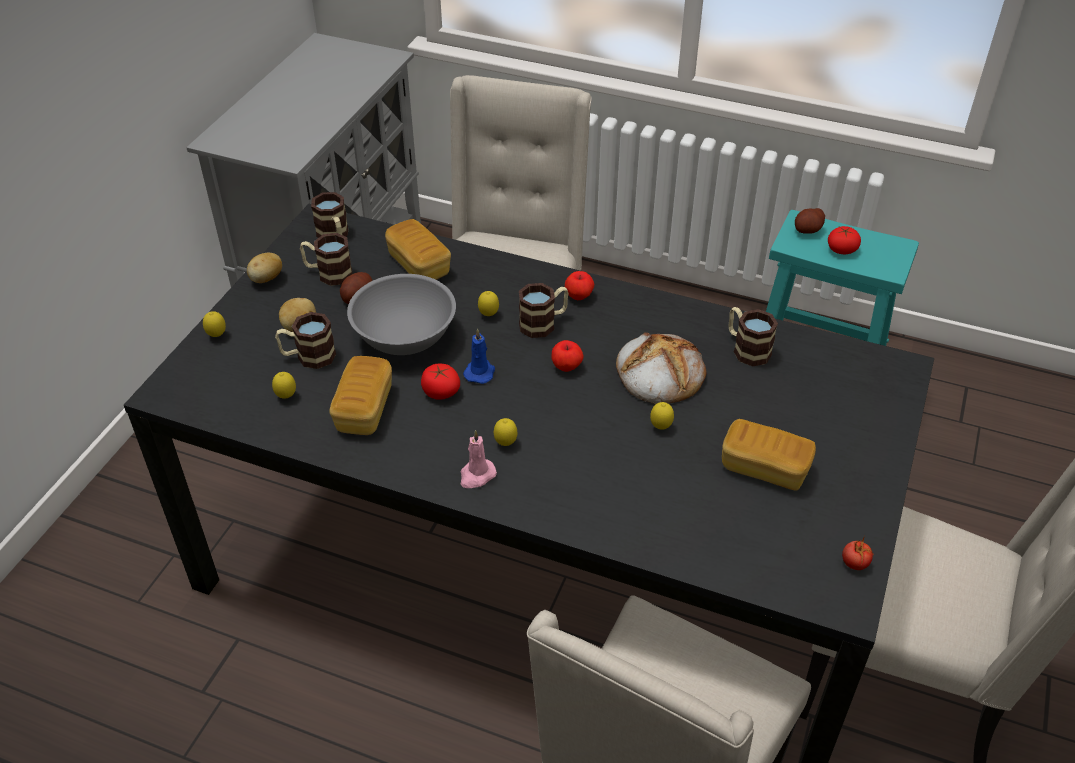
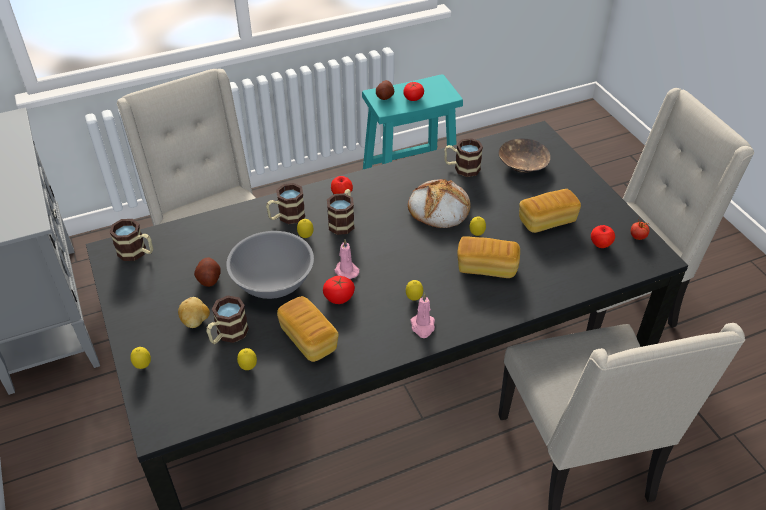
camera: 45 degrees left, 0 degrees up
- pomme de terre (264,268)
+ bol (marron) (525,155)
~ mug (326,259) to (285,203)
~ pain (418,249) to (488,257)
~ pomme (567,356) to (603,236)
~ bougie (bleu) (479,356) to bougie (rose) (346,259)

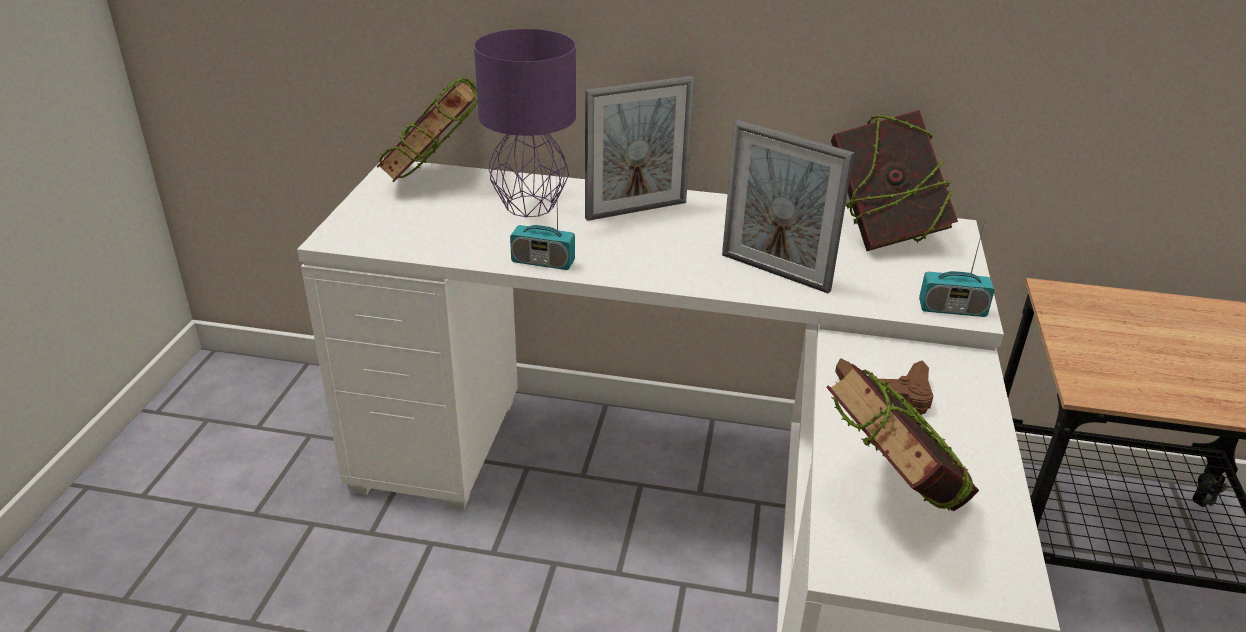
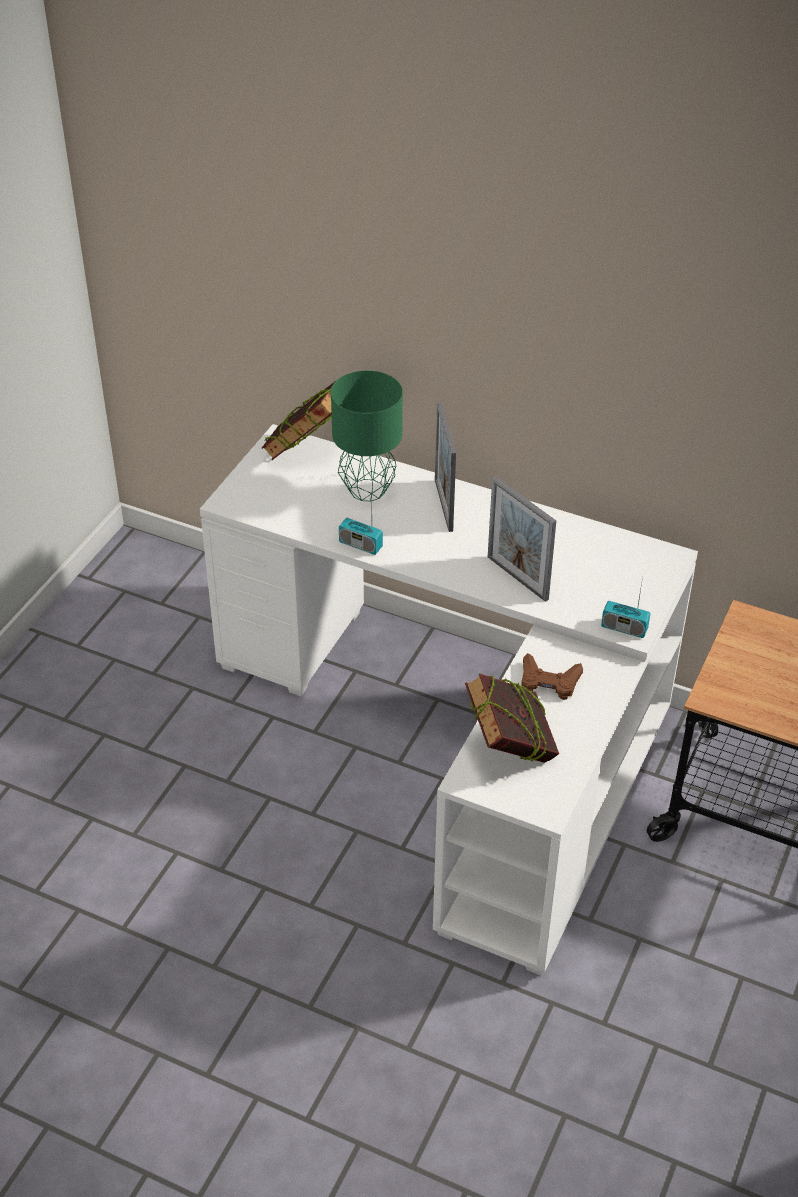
camera: 15 degrees right, 10 degrees up
- livre (894,180)
~ lampe de table (violet) (525,123) to lampe de table (vert) (367,435)
~ cadre photo (639,148) = (445,467) 90 degrees clockwise

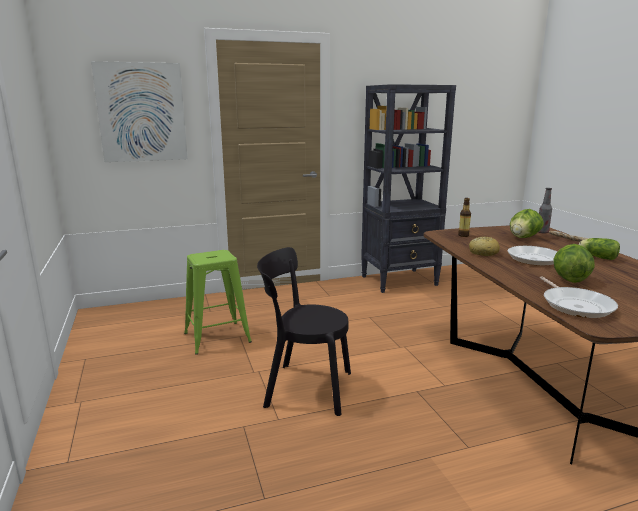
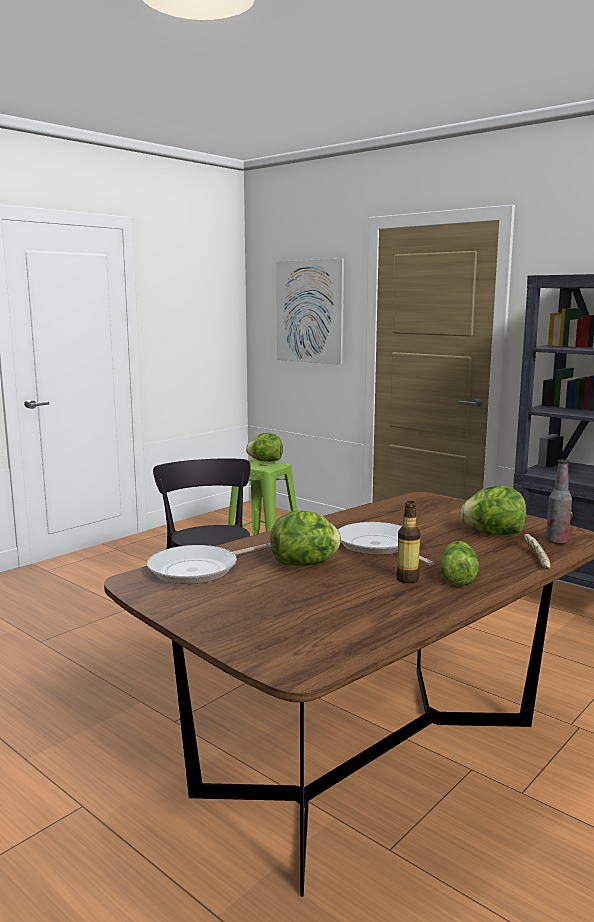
camera: 60 degrees right, 5 degrees down
- pain (484,246)
+ laitue (264,447)
~ bouteille (464,217) to (408,542)

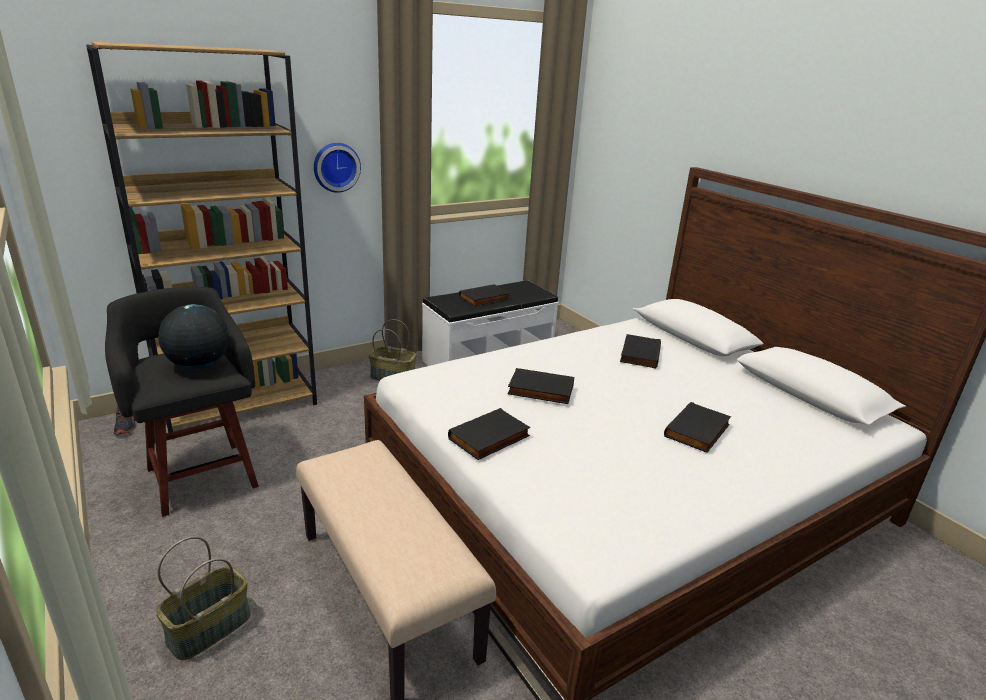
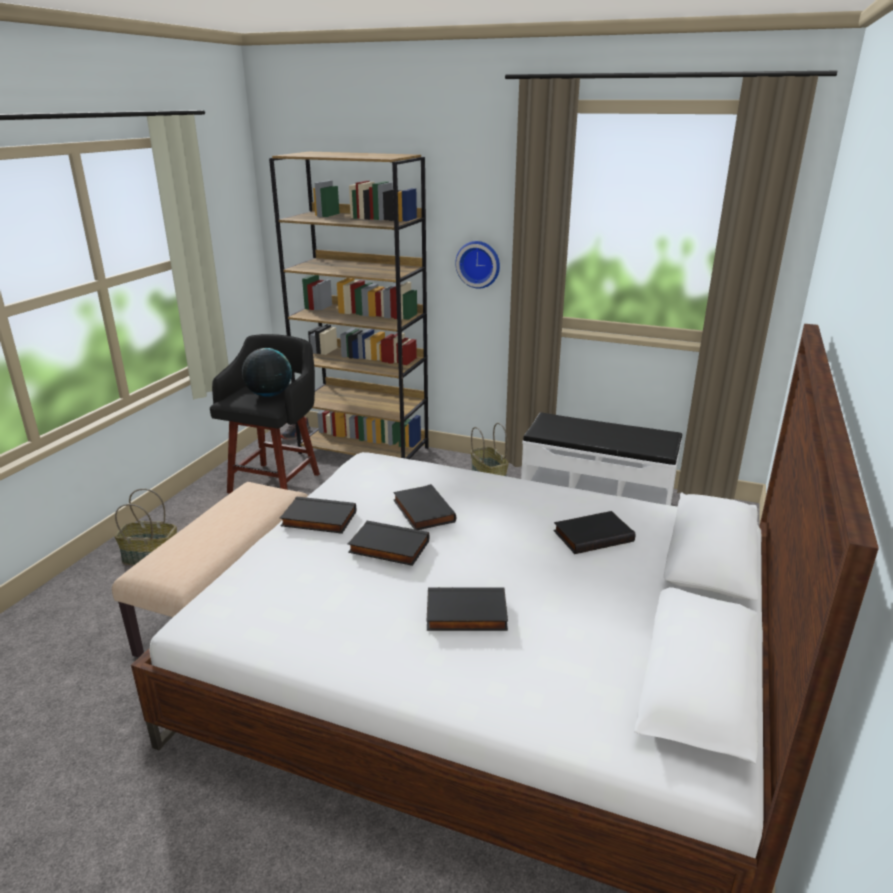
camera: 55 degrees right, 0 degrees up
~ livre (noir) (484,295) to (388,543)

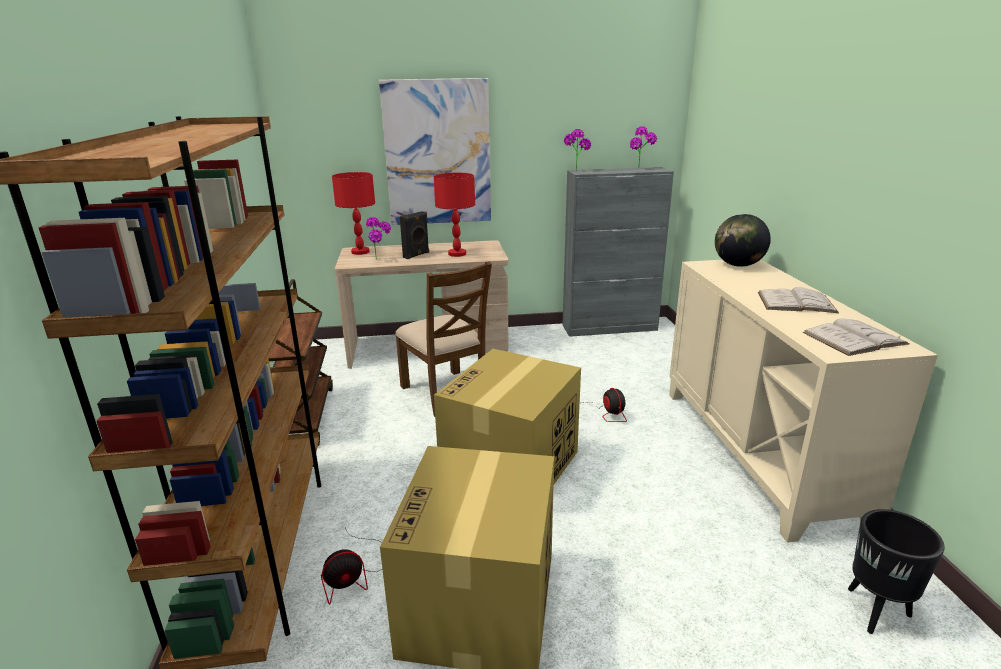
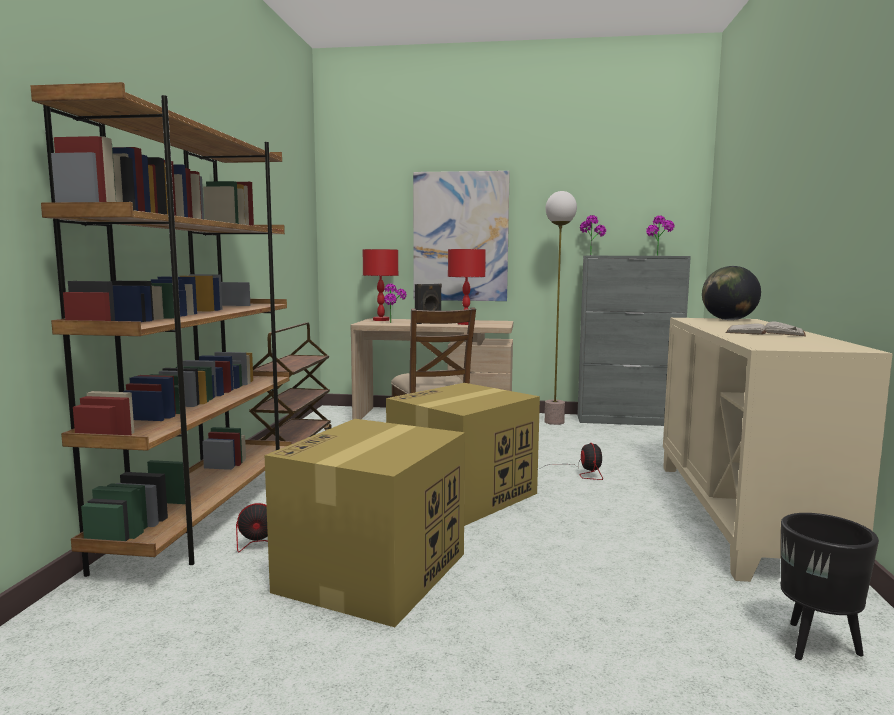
camera: 15 degrees right, 15 degrees down
- livre (blanc) (856,337)
+ lampadaire (561,308)

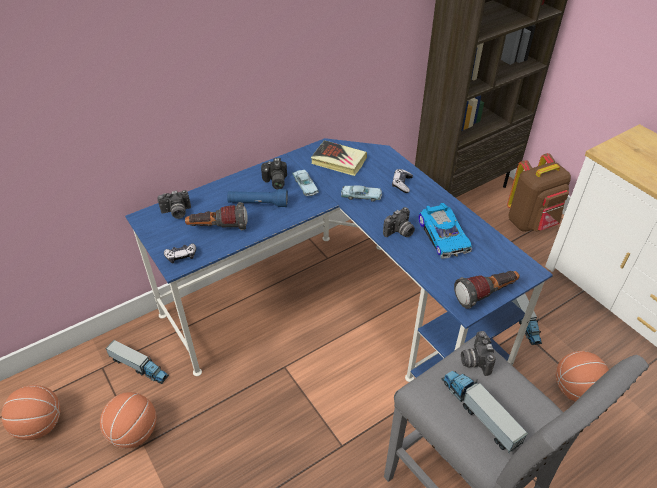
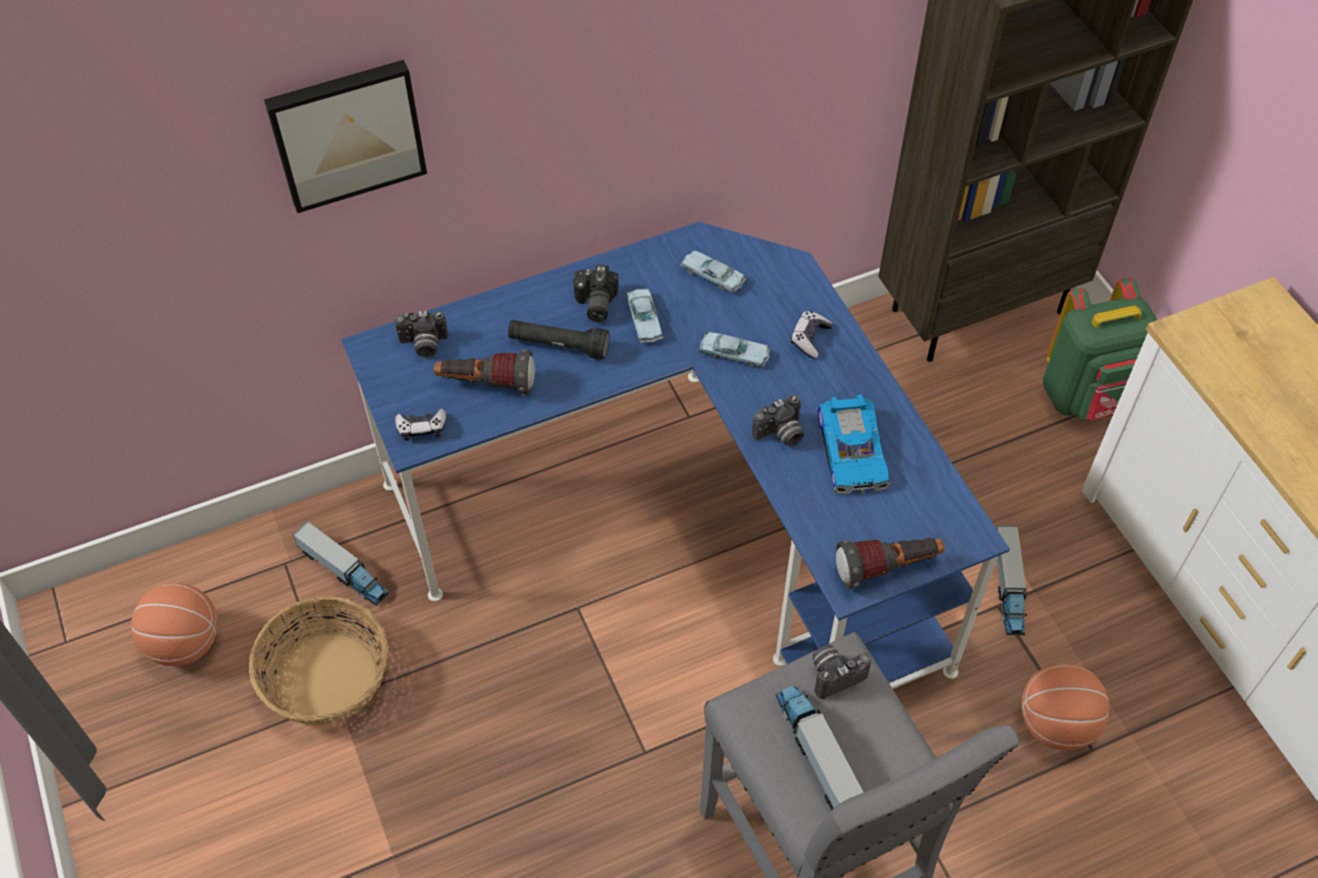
camera: 10 degrees right, 10 degrees up
+ tableau (345,136)
~ ballon de basket (128,420) to panier (318,661)
~ livre (339,158) to petite voiture (bleu) (713,271)
~ lampe de poche (bleu) (257,198) to lampe de poche (noir) (559,340)
~ sac à dos (marron) (539,192) to sac à dos (vert) (1100,349)
~ appareil photo (478,353) = (842,672) 60 degrees clockwise

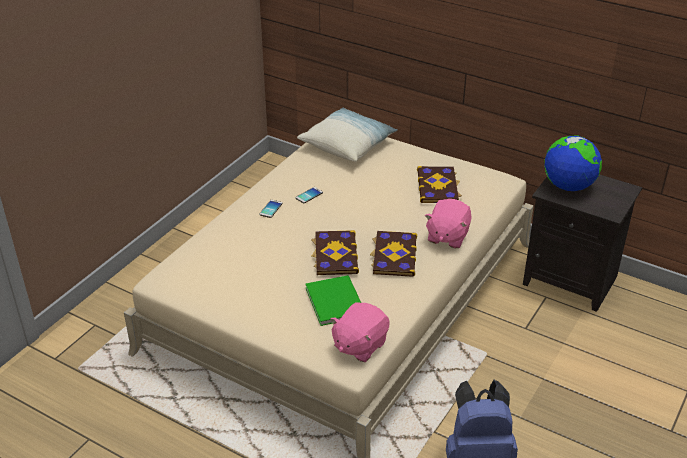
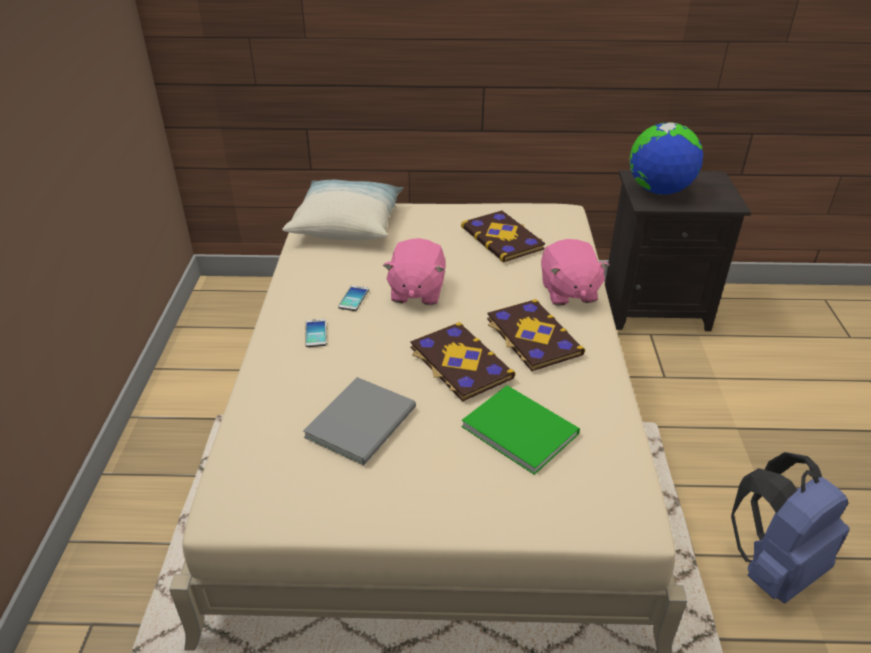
camera: 30 degrees left, 0 degrees up
+ livre (gris) (359,421)
~ peluche (rose) (360,332) to (414,271)

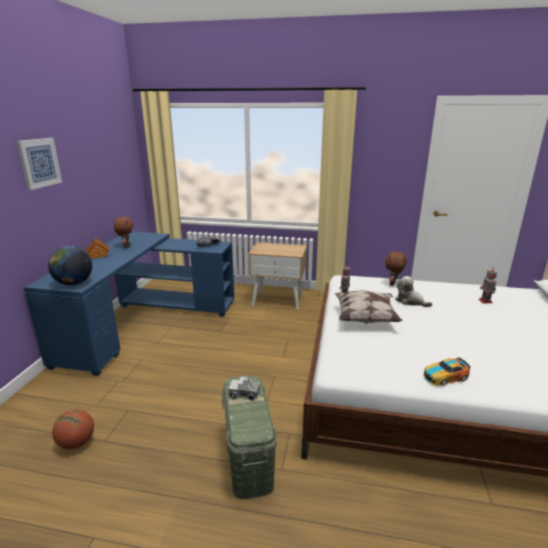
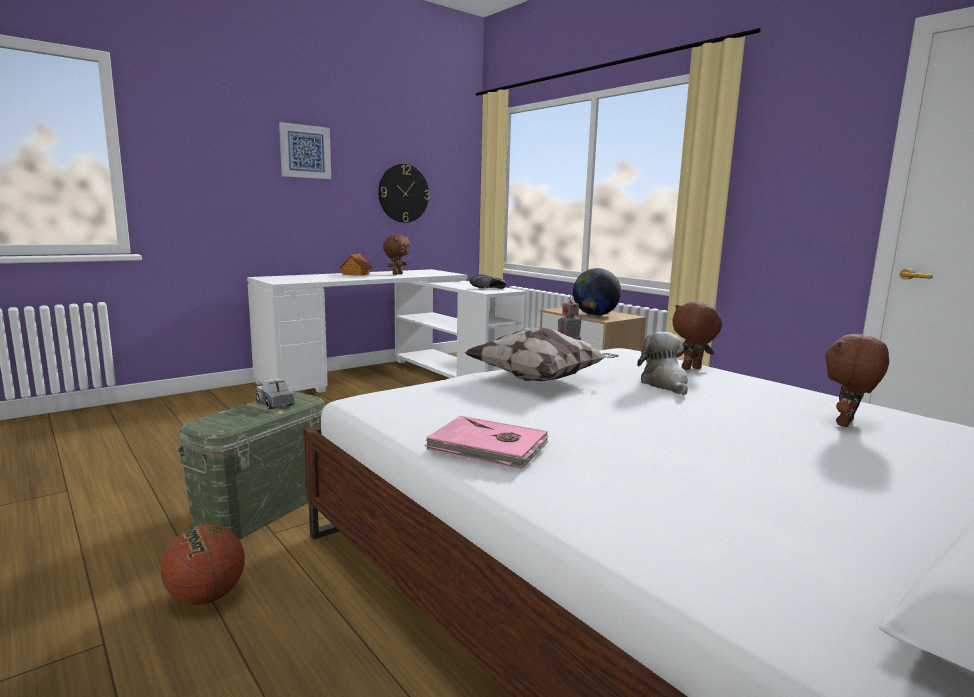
camera: 40 degrees right, 10 degrees down
+ horloge murale (404,193)
~ globe (70,265) to (597,292)
~ ballon de basket (73,430) to (203,564)
~ petite voiture (446,371) to livre (rose) (486,442)
~ robot jouet (488,285) to peluche (marron) (857,380)
~ bureau (bleu) (128,304) to bureau (blanc) (387,331)

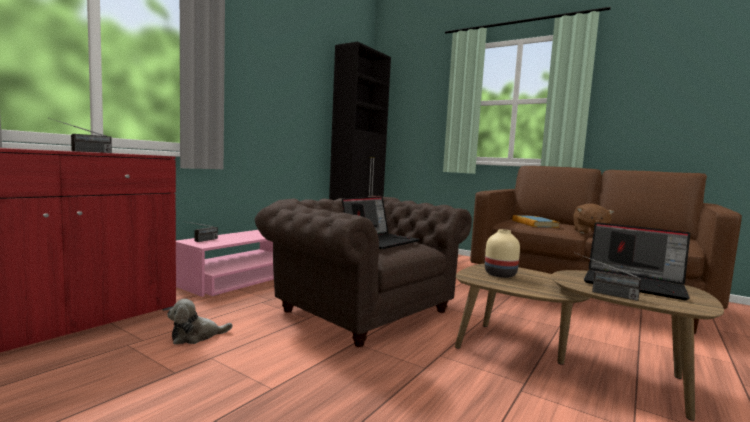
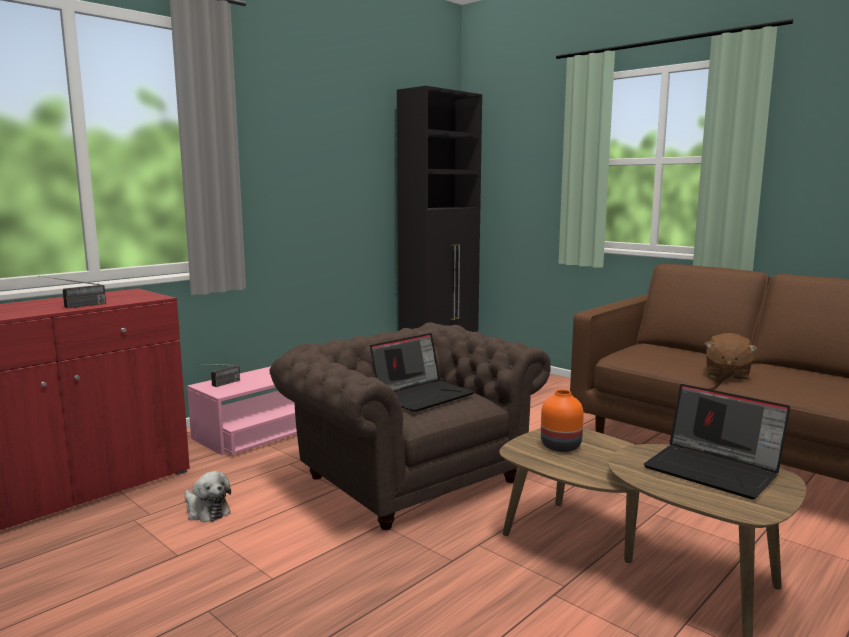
camera: 10 degrees right, 5 degrees up
- livre (536,221)
- radio (607,276)
~ vase (beige) (502,253) to vase (orange) (562,421)
~ peluche (199,322) = (208,496) 120 degrees counterclockwise

